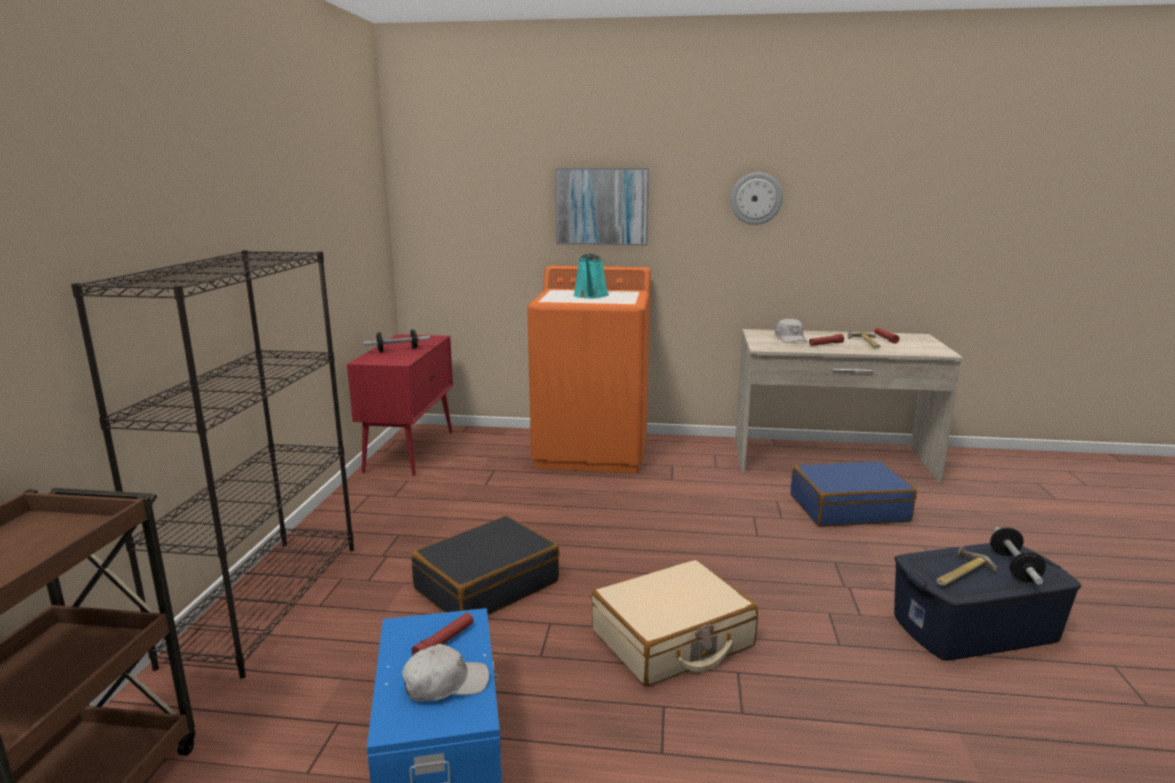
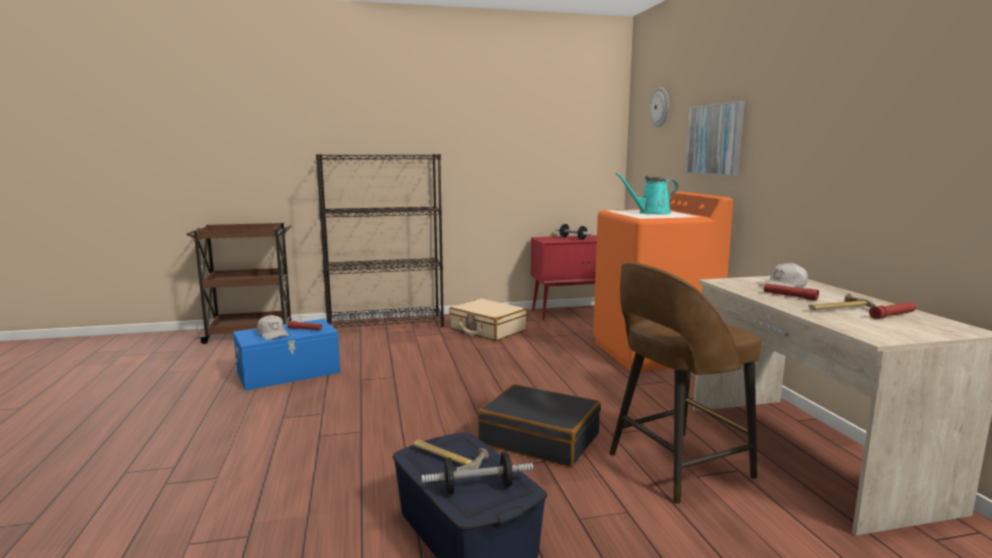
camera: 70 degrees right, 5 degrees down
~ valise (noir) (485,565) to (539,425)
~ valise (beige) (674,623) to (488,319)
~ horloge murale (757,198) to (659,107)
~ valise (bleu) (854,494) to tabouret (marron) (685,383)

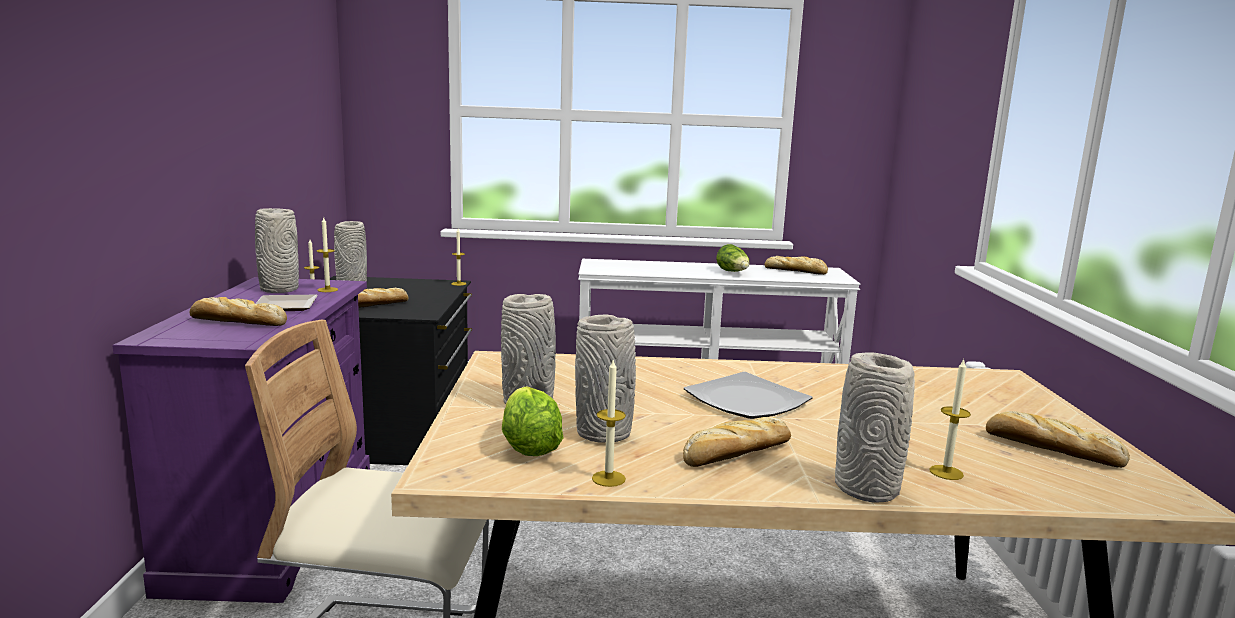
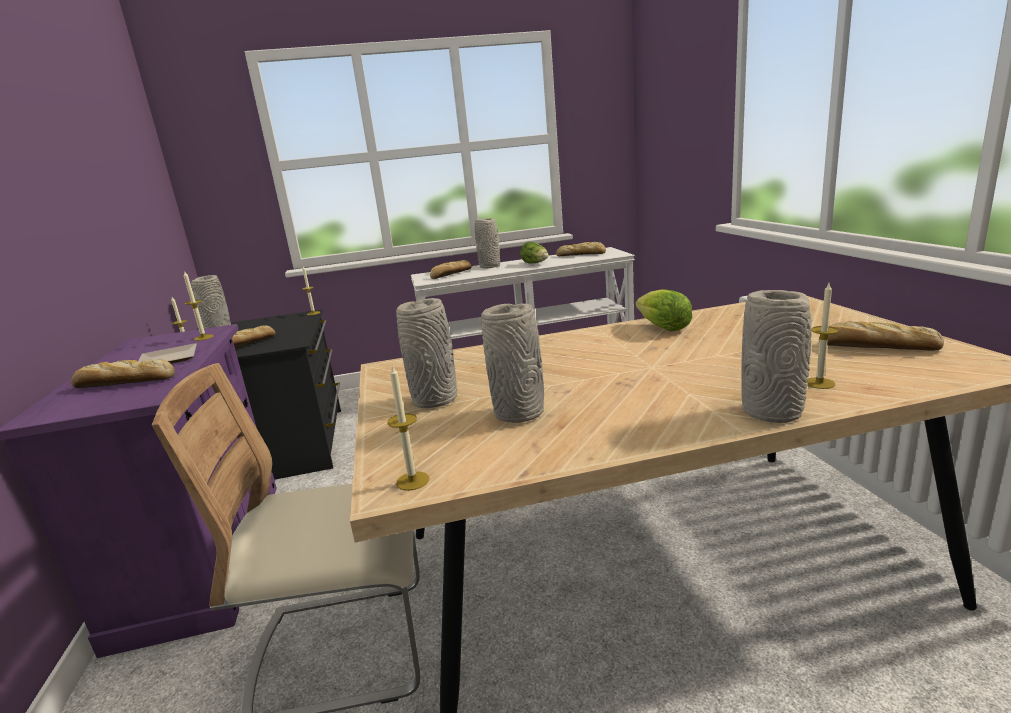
camera: 10 degrees left, 5 degrees up
- assiette (748,395)
~ vase (gris) (277,250) to (487,243)
~ laitue (533,421) to (664,310)
~ bougie (609,423) to (408,428)
~ pain (737,442) to (451,269)

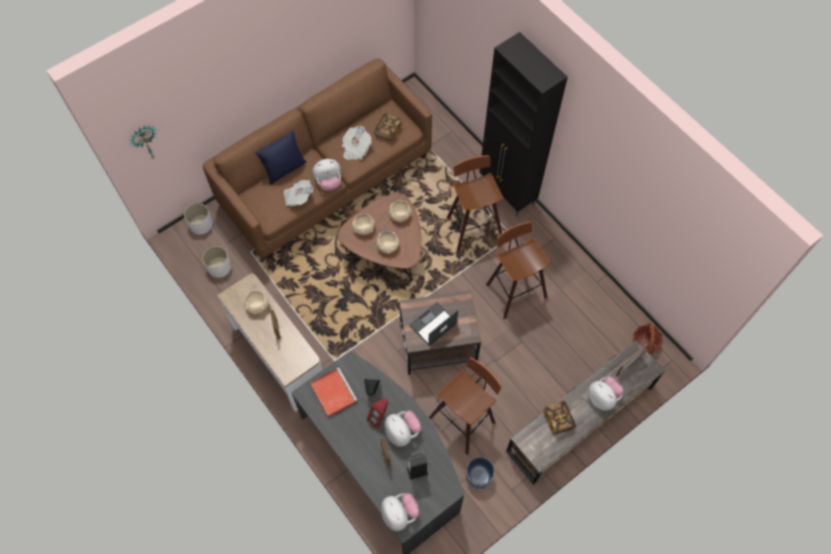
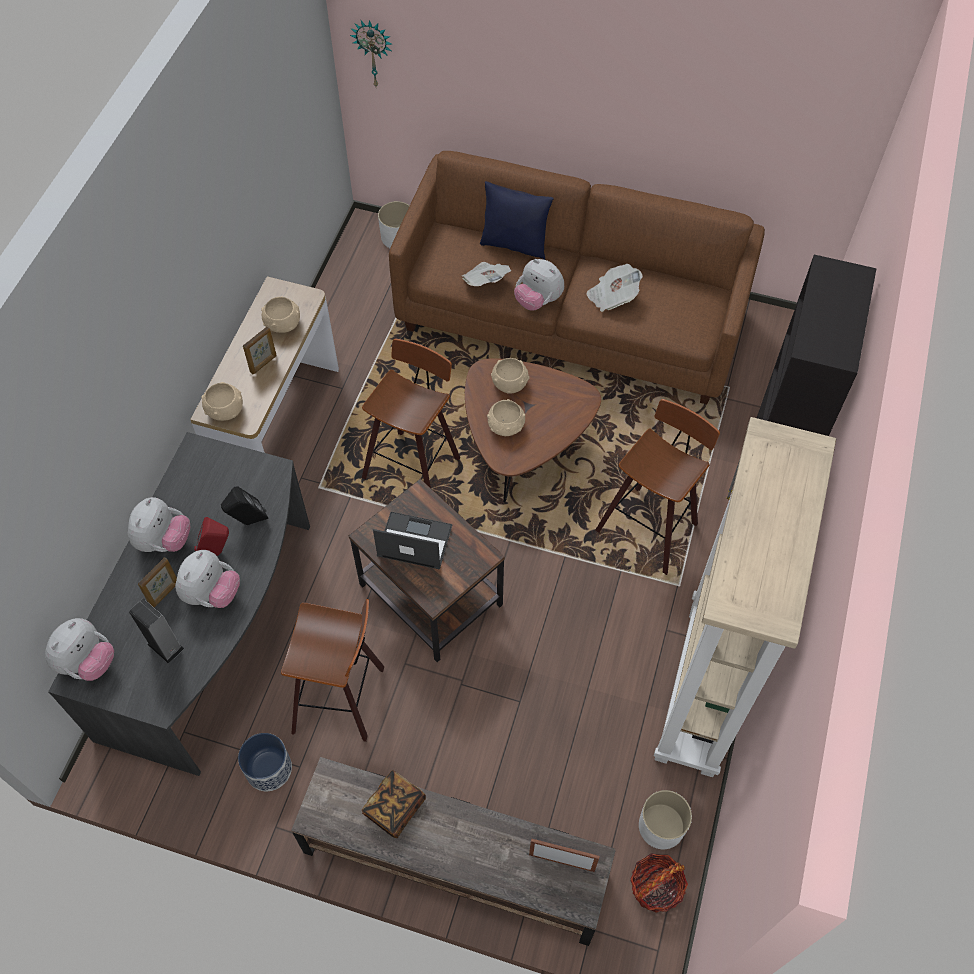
camera: 55 degrees right, 5 degrees down
- plateau (rouge) (333,392)
- livre (388,127)
+ bibliothèque (beige) (745,597)
~ cache-pot (blanc) (216,262) to (665,819)
~ bol (beige) (400,211) to (222,401)
~ tabouret (518,270) to (411,413)
~ peluche (606,393) to (159,524)

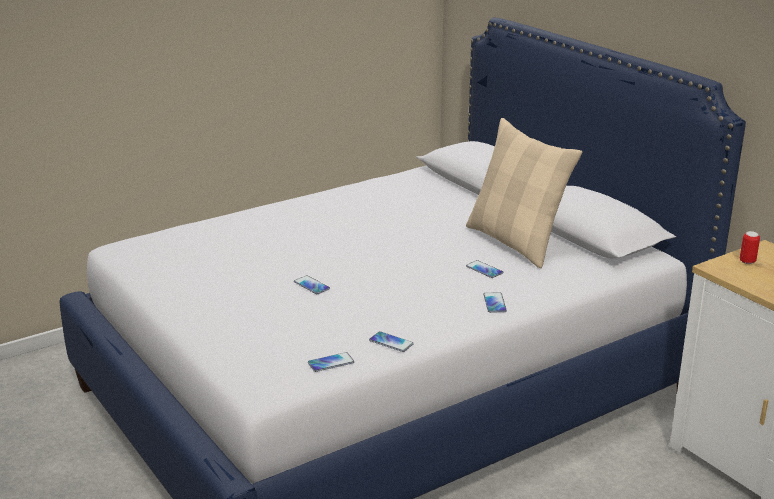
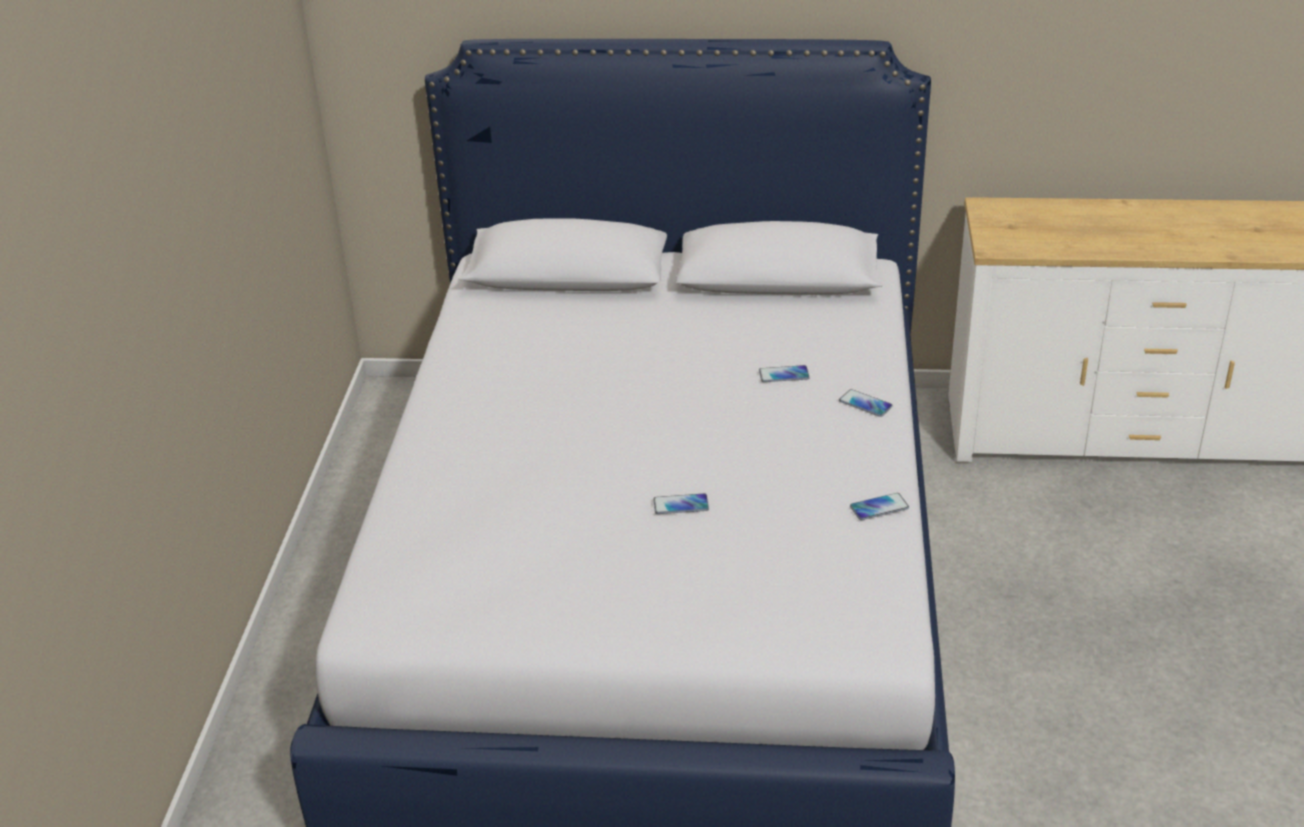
camera: 50 degrees left, 10 degrees up
- téléphone (331,362)
- coussin (beige) (524,193)
- boîte métallique (750,247)

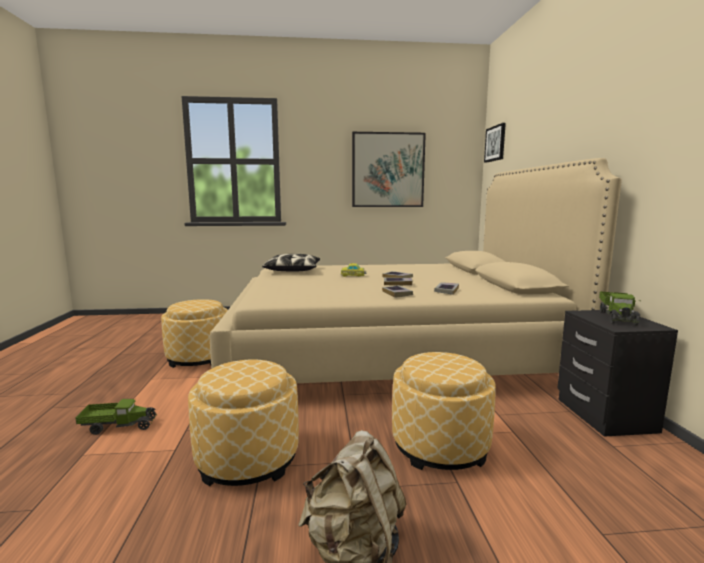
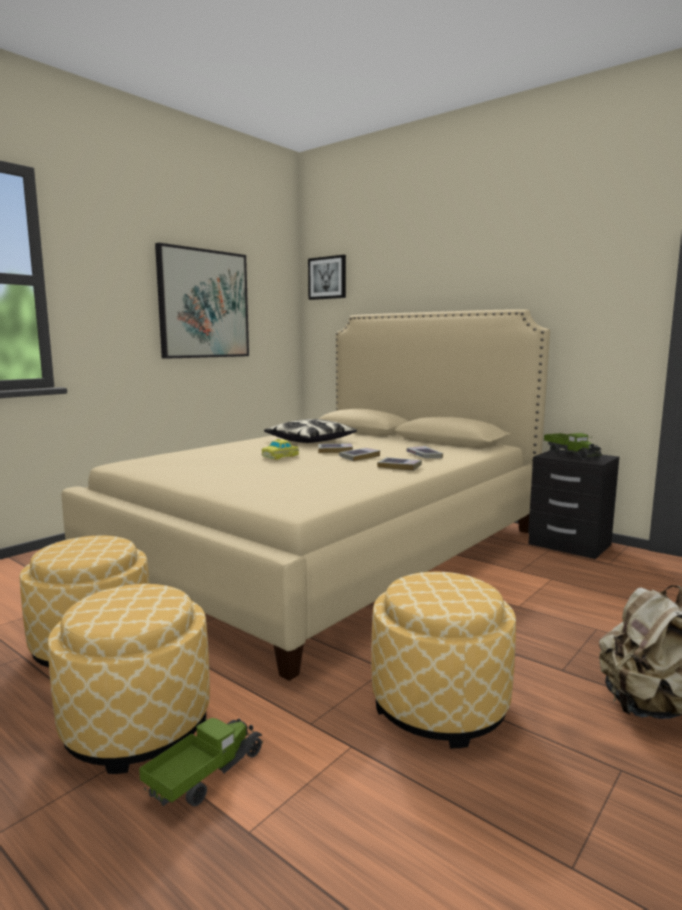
camera: 45 degrees left, 0 degrees up
~ coussin (291,263) to (310,431)
~ pouf (444,411) to (129,679)

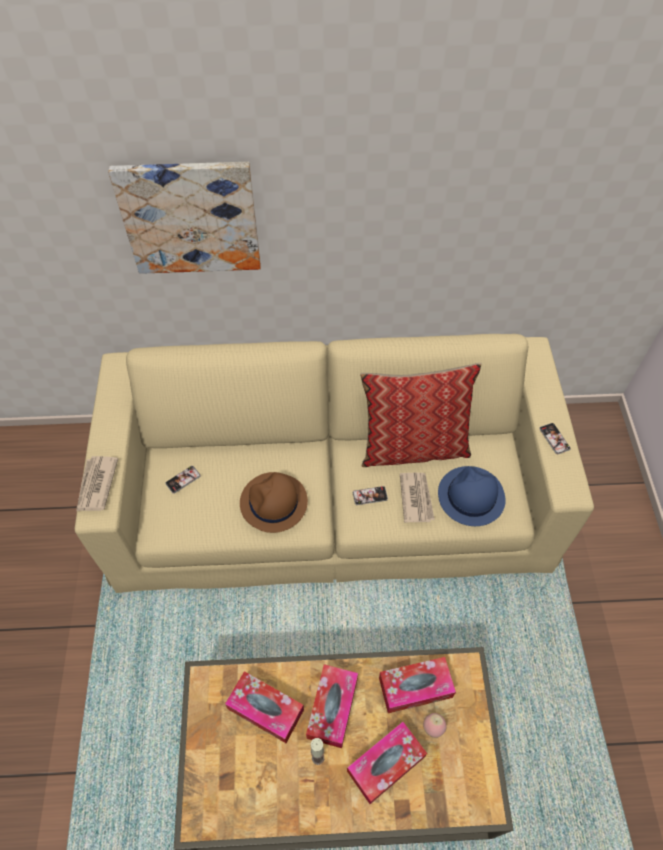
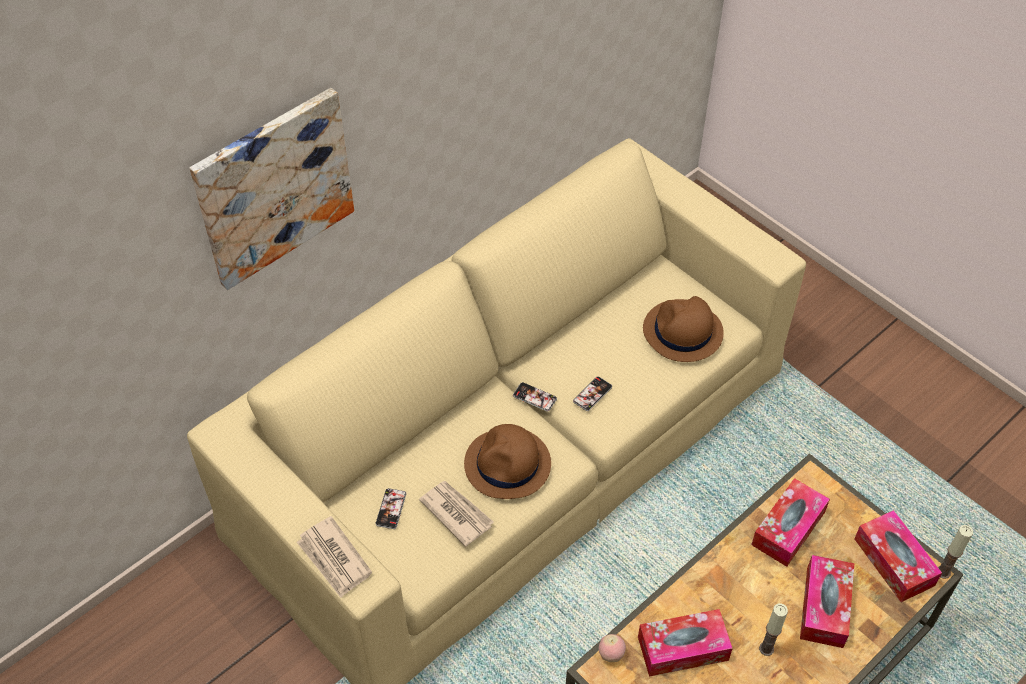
camera: 40 degrees left, 5 degrees down
- coussin (421,415)
+ bougie (955,552)
~ boîte à mouchoirs (332,706) to (898,556)
~ journal (417,498) to (456,514)
~ pomme (435,725) to (612,648)
~ téléphone (555,438) to (535,397)
~ chapeau (bleu) (472,496) to chapeau (marron) (683,329)

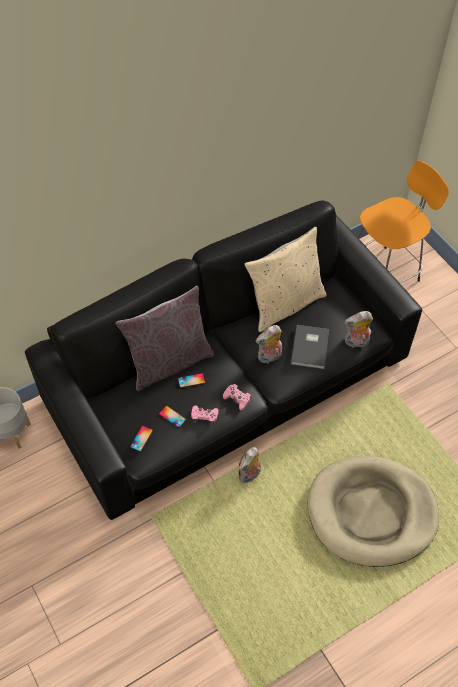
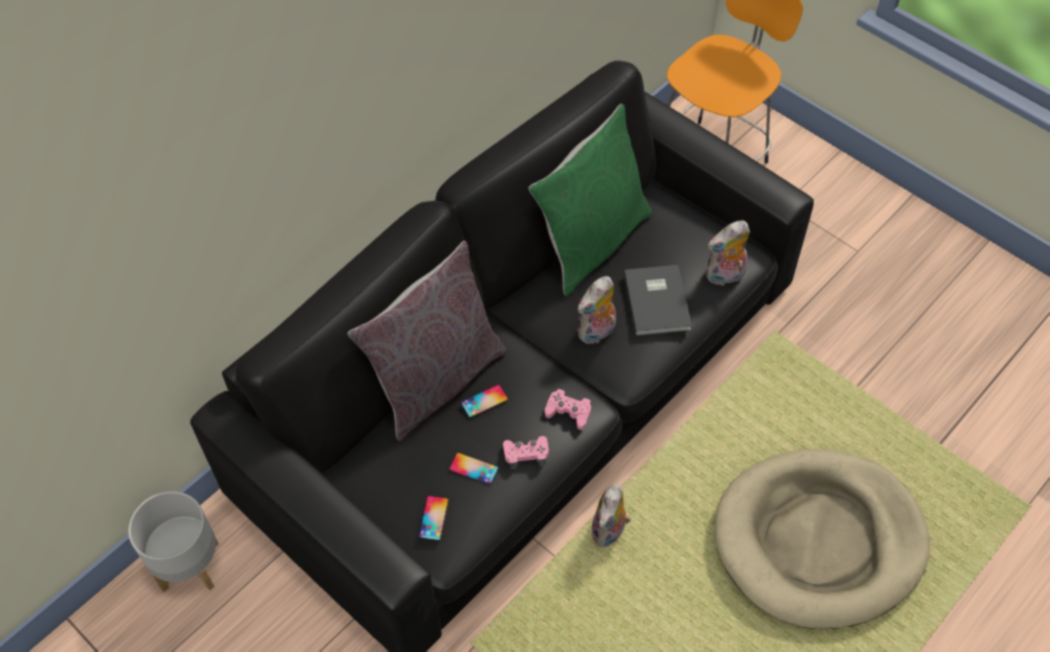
camera: 15 degrees left, 0 degrees up
~ coussin (beige) (285,279) to coussin (vert) (590,200)

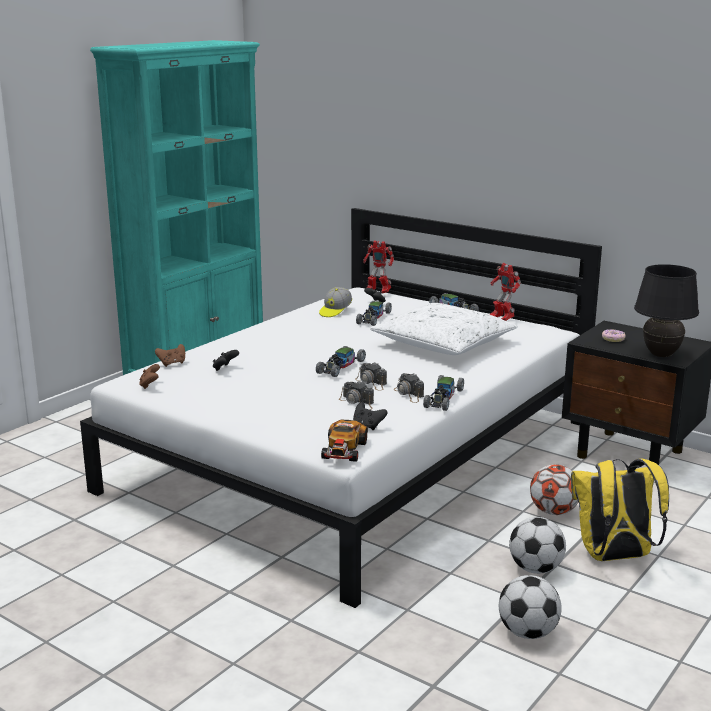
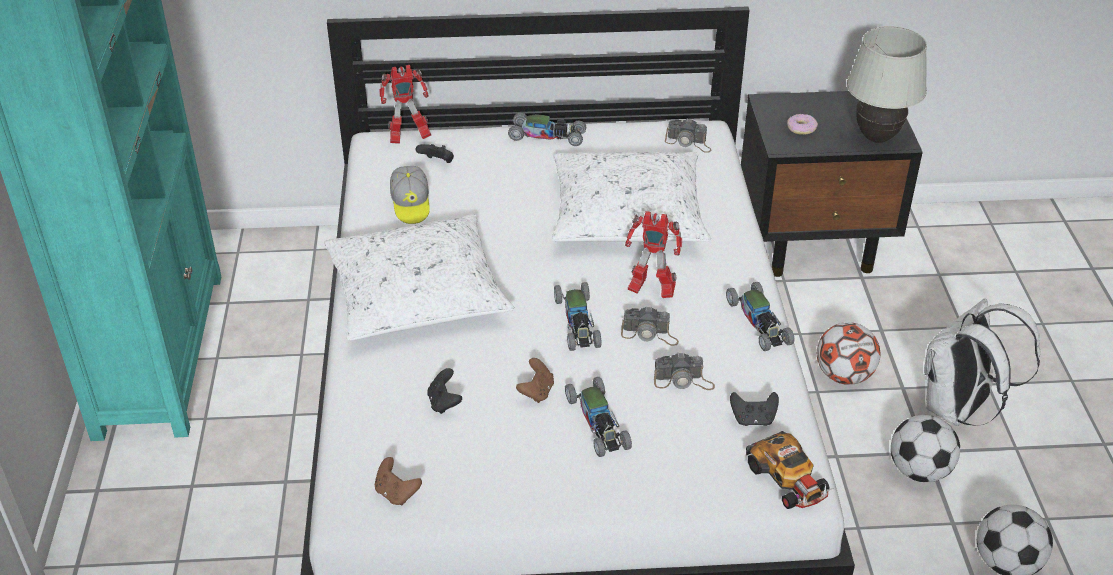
camera: 40 degrees left, 20 degrees up
+ coussin (blanc) (419,277)
~ manette (marron) (170,355) to (535,380)
~ petite voiture (374,313) to (598,417)
~ appareil photo (409,388) to (688,136)
~ robot jouet (505,292) to (653,254)
~ sac à dos (jaune) (620,509) to sac à dos (blanc) (982,362)
~ lampe de table (noir) (666,310) to lampe de table (blanc) (887,84)

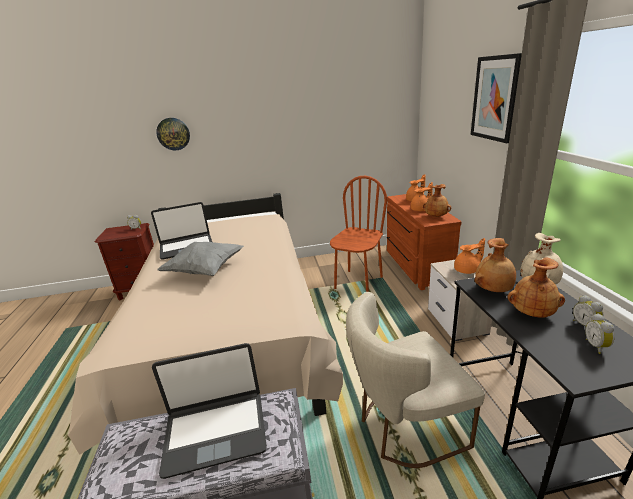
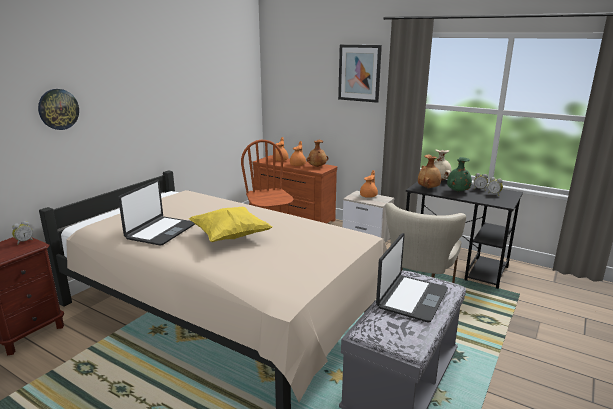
camera: 50 degrees left, 5 degrees down
~ coussin (gris) (200,259) to coussin (jaune) (231,224)
~ vase (marron) (536,287) to vase (vert) (459,174)

